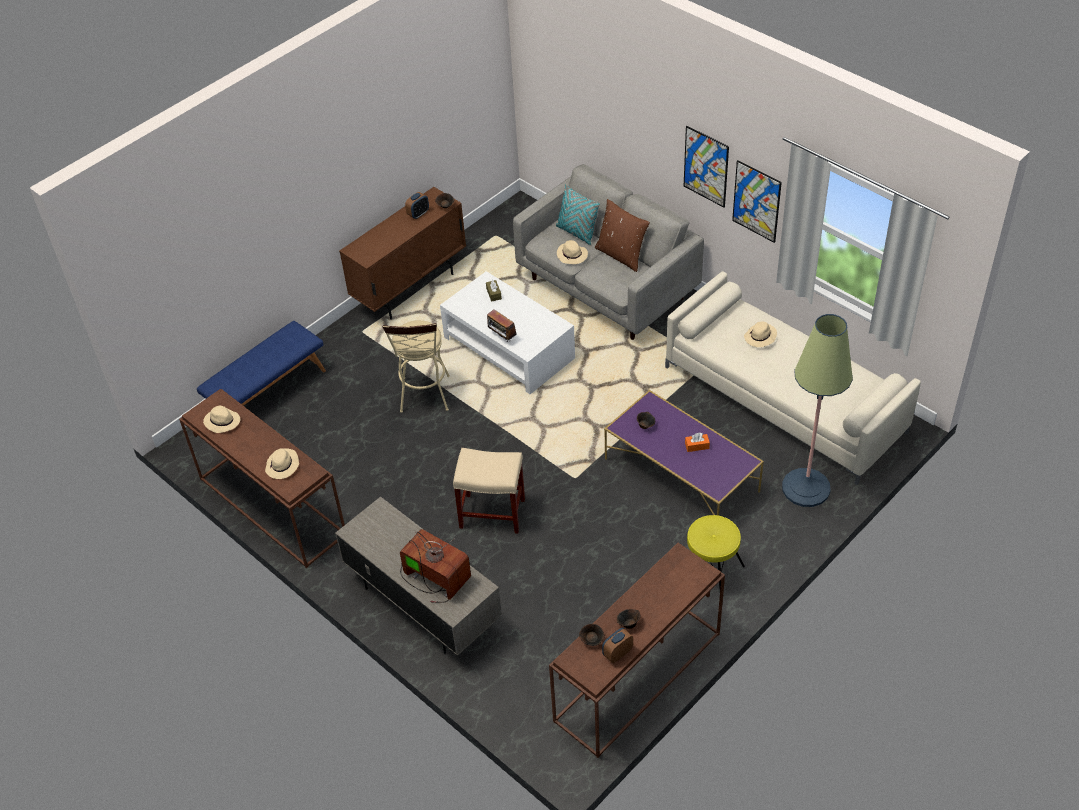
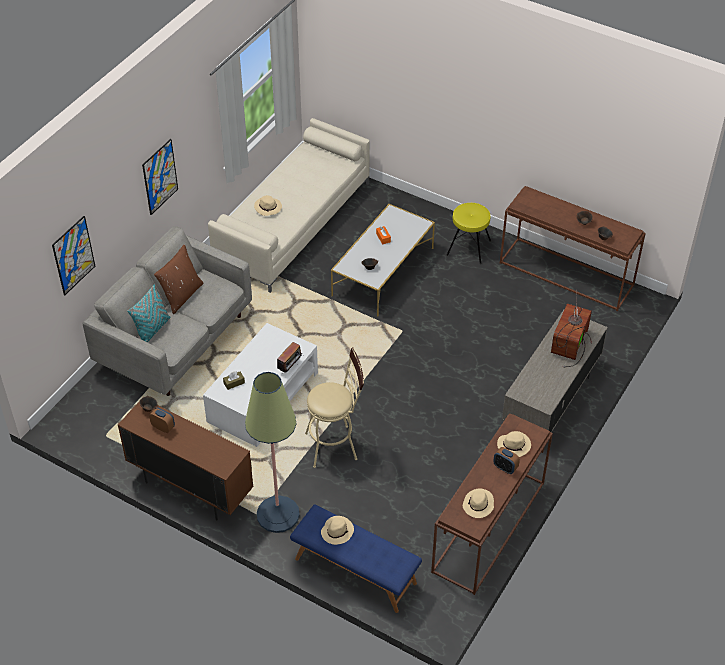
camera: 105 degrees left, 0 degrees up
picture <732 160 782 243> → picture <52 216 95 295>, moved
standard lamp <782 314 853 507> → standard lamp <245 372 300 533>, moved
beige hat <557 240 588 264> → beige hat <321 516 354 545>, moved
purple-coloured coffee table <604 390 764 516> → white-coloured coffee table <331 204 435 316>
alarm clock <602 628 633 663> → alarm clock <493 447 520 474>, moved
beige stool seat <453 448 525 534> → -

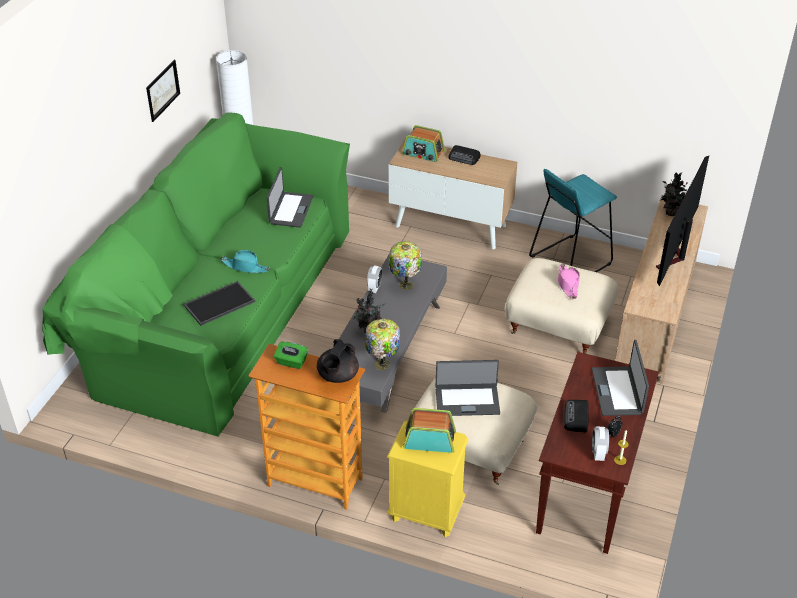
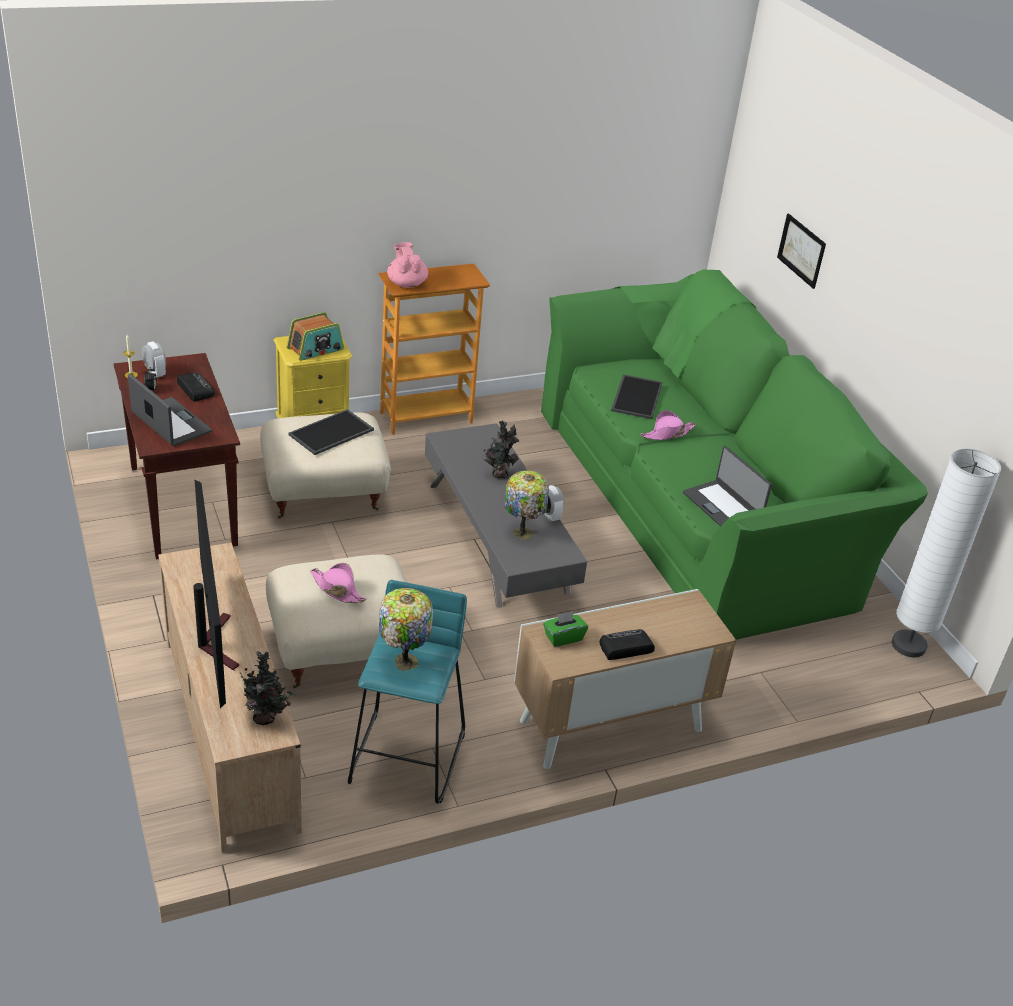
camera: 135 degrees right, 5 degrees down
laptop <436 360 500 416> → tray <288 409 374 455>
table lamp <365 319 400 370> → table lamp <379 588 433 671>, moved
black teapot <317 339 359 383> → pink teapot <387 242 428 288>
green-coloured tissue holder <274 341 308 369> → green-coloured tissue holder <543 611 588 647>, moved
turquoise-coloured hat <221 250 270 273> → pink hat <641 410 696 440>
picture <146 60 180 122> → picture <777 214 826 289>, moved
radio set <402 125 445 162> → -

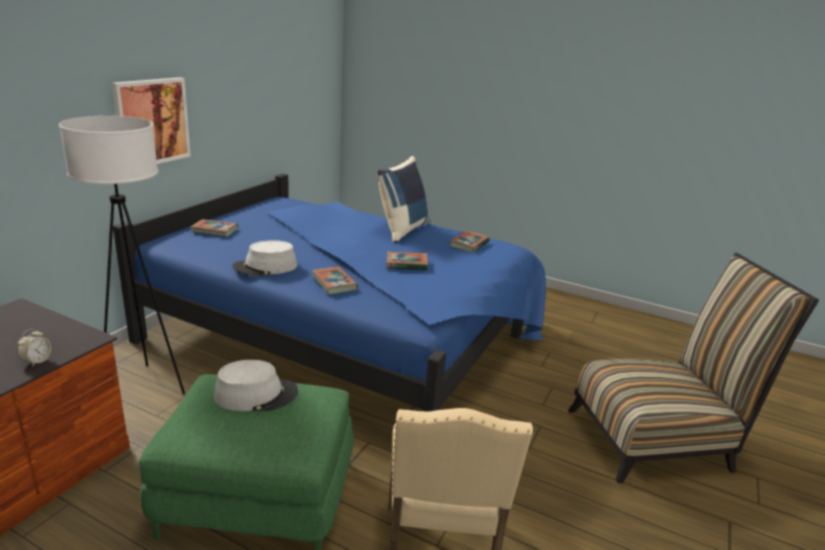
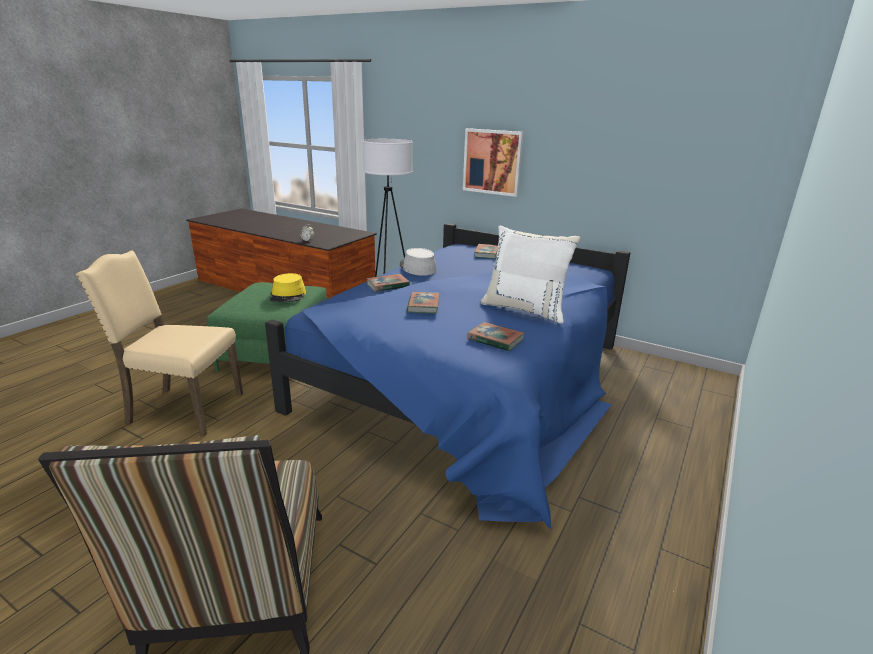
camera: 95 degrees right, 0 degrees up
greyish hat <214 360 298 411> → yellow-coloured hat <269 273 306 302>
blue pillow <377 156 431 243> → white-coloured pillow <480 226 580 324>

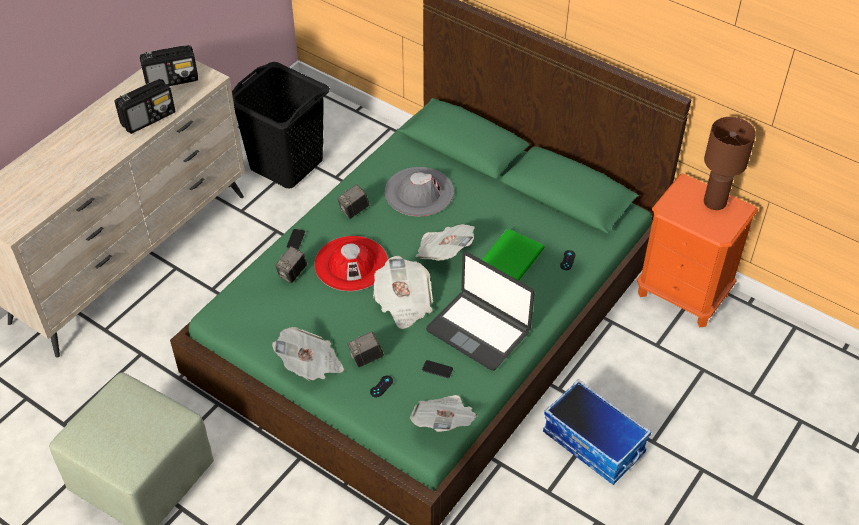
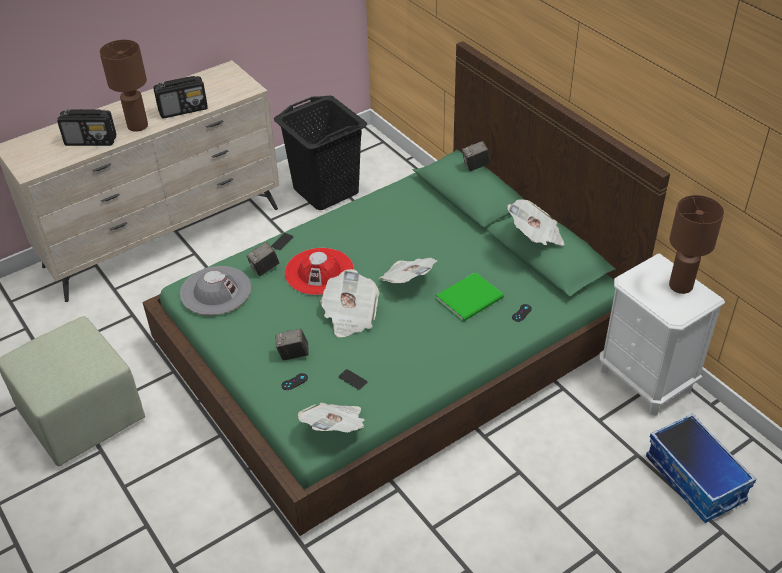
camera: 20 degrees right, 5 degrees down
radio set <140 45 198 86> → radio set <57 109 116 146>, moved
- → brownish table lamp <100 40 148 132>
greyish hat <385 167 454 216> → greyish hat <180 266 251 315>, moved
photo camera <337 184 369 219> → photo camera <462 141 490 171>, moved
newspaper <272 327 344 381> → newspaper <507 200 564 246>, moved
orangey night table <637 173 758 327> → white-coloured night table <599 253 725 415>
storage bin <543 379 651 485> → storage bin <646 413 757 523>, moved
laptop <426 252 535 371> → -

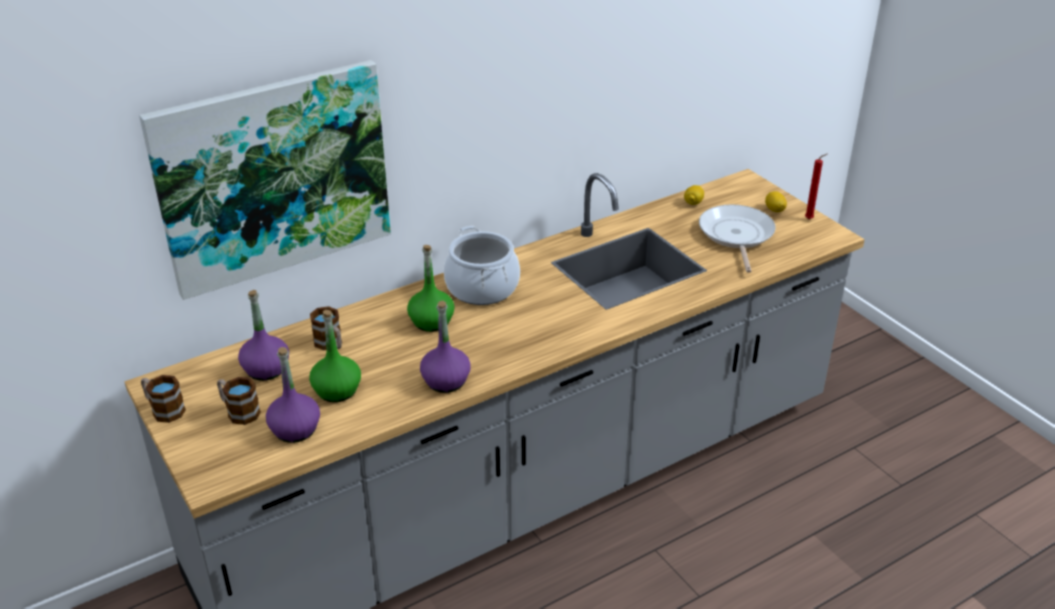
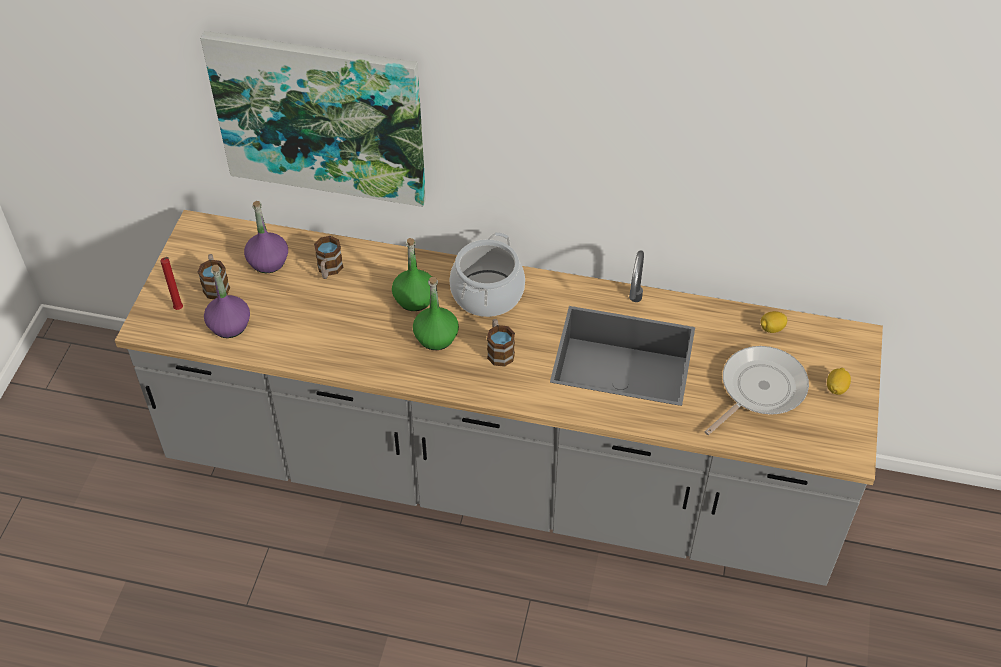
camera: 45 degrees right, 15 degrees up
reddish candle <805 154 827 219> → reddish candle <160 257 183 310>, moved
green-coloured bottle <309 310 361 402> → green-coloured bottle <413 277 459 350>, moved
mug <141 375 186 423> → mug <487 319 515 367>, moved
purple-coloured bottle <420 301 471 393> → -

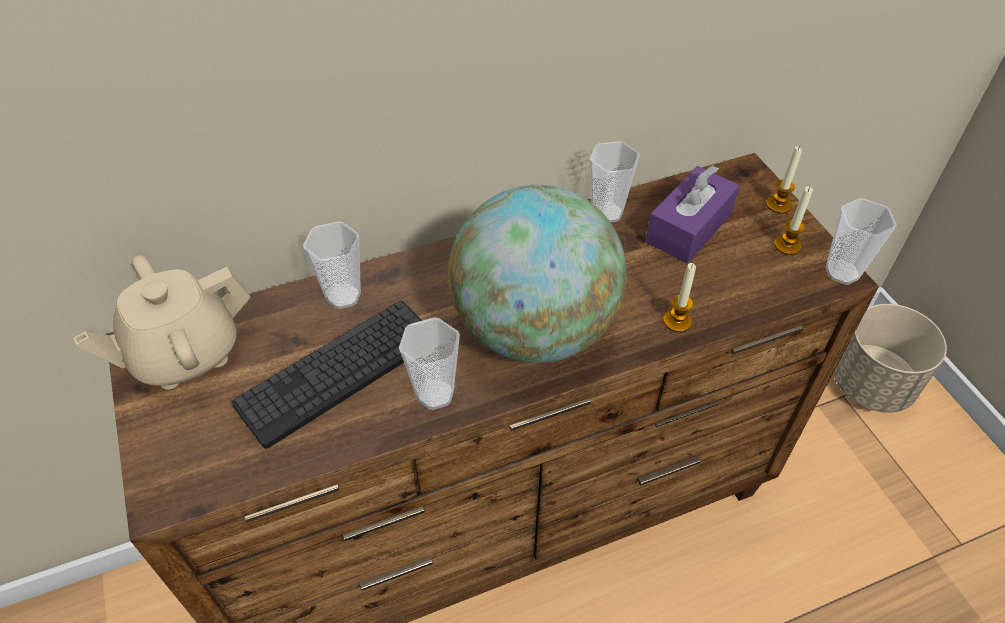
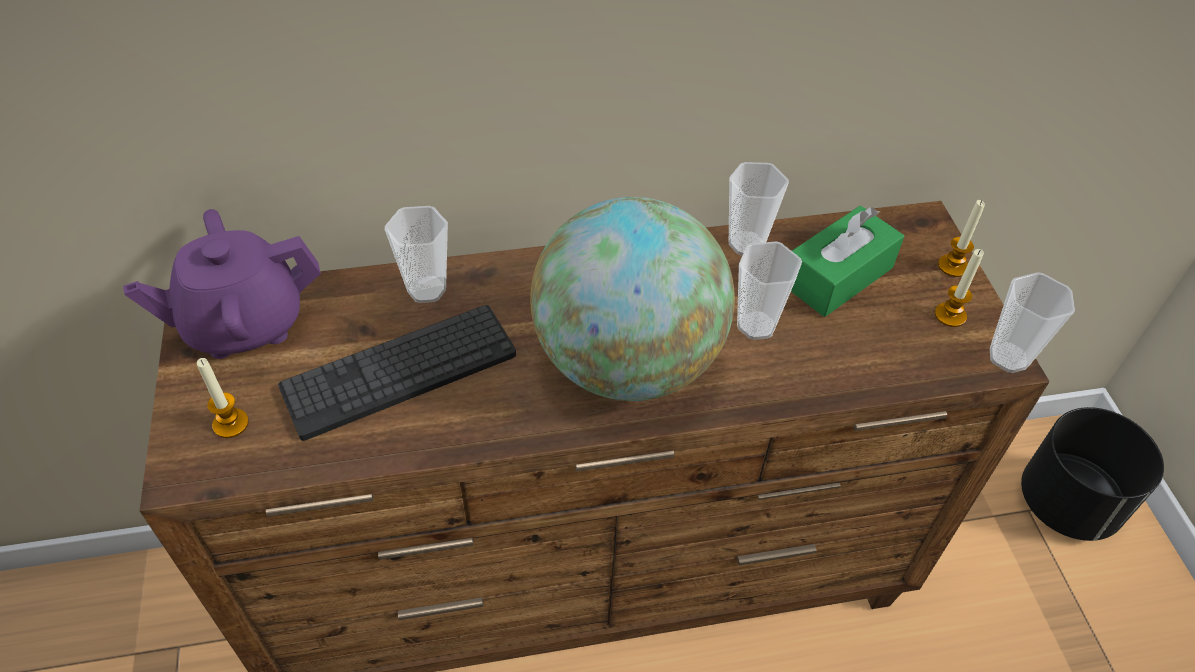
camera: 10 degrees right, 0 degrees up
beige teapot <73 255 251 390> → purple-coloured teapot <123 209 321 359>
candle <663 263 696 332> → candle <197 358 249 438>, moved
small cup <399 318 460 410> → small cup <737 241 802 340>, moved
purple-coloured tissue holder <646 165 740 264> → green-coloured tissue holder <791 206 904 317>
beige flower pot <834 304 947 413> → black flower pot <1021 407 1164 541>

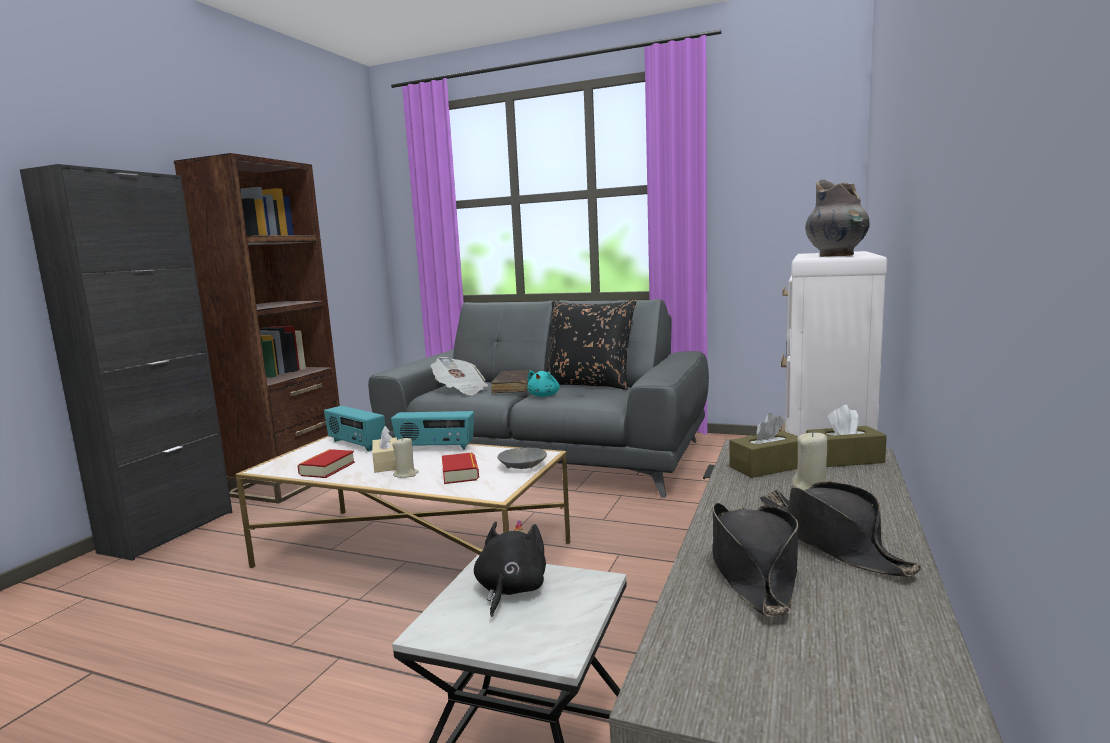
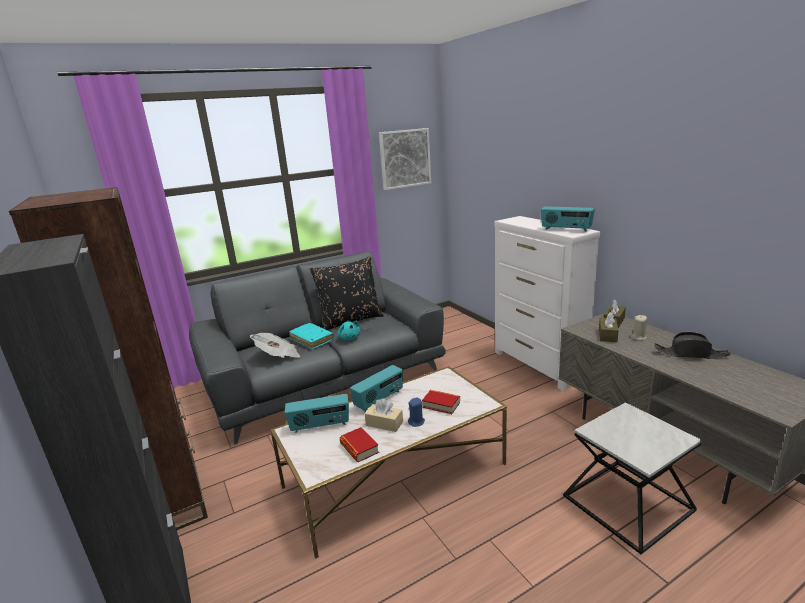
camera: 50 degrees left, 10 degrees up
brownish book <491 370 535 393> → turquoise-coloured book <289 323 334 349>
- → picture <379 128 431 190>
beige candle <392 437 419 478> → blue candle <408 398 425 427>
greyish vase <805 179 869 257> → radio set <541 206 595 232>
black plush toy <474 520 546 617> → -
greyish deep dish <497 448 547 469> → -
black hat <713 503 798 617> → -

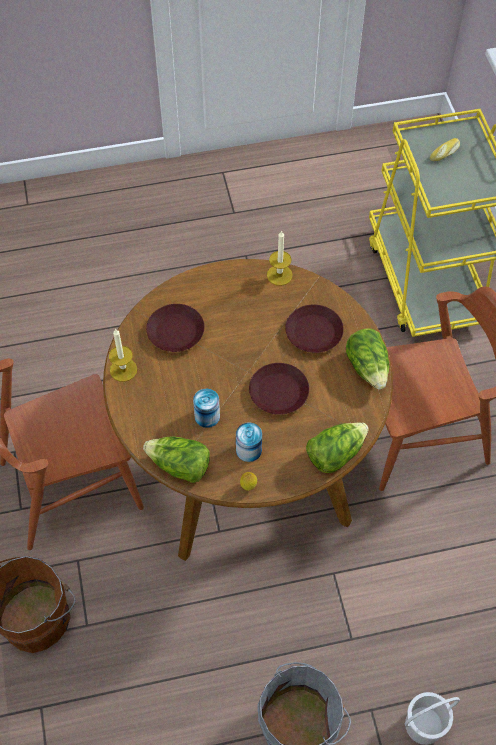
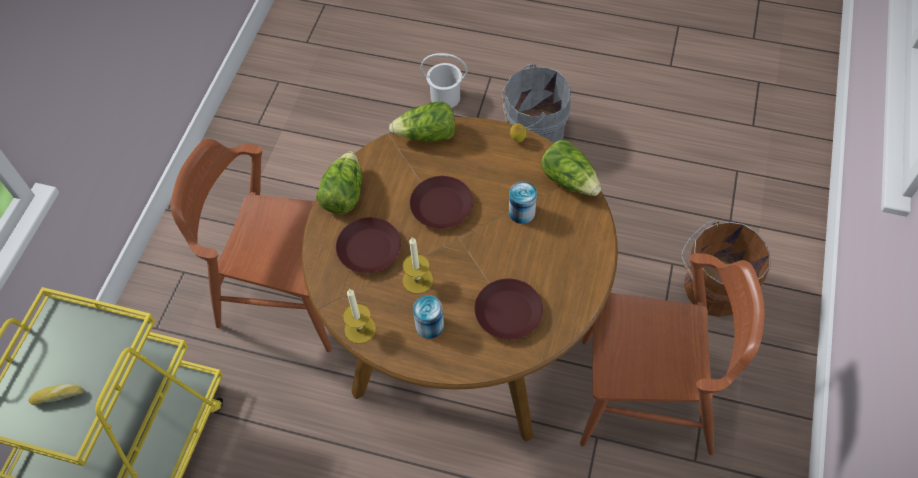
camera: 150 degrees left, 0 degrees up
candle <109 329 137 382> → candle <403 237 433 294>, moved
sealed can <236 422 262 462> → sealed can <413 295 444 339>, moved

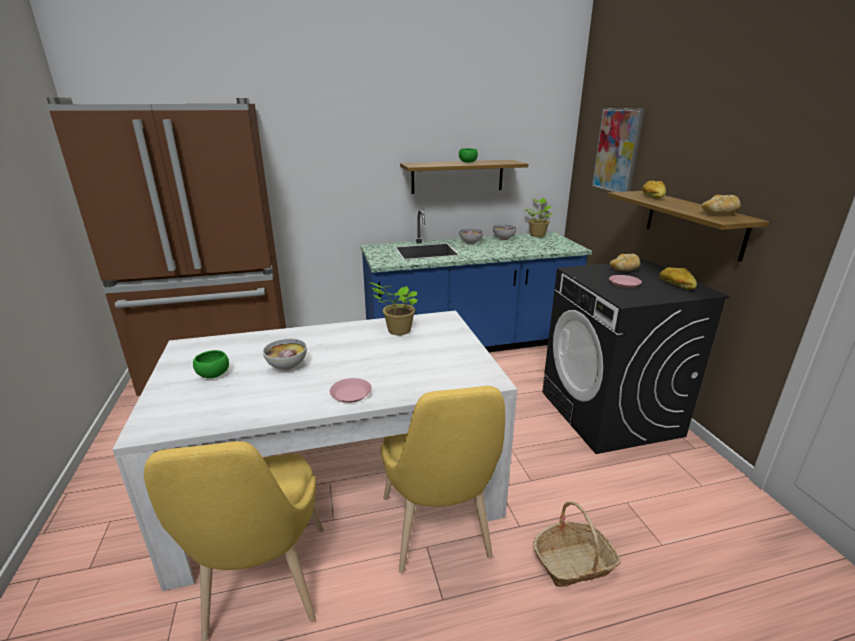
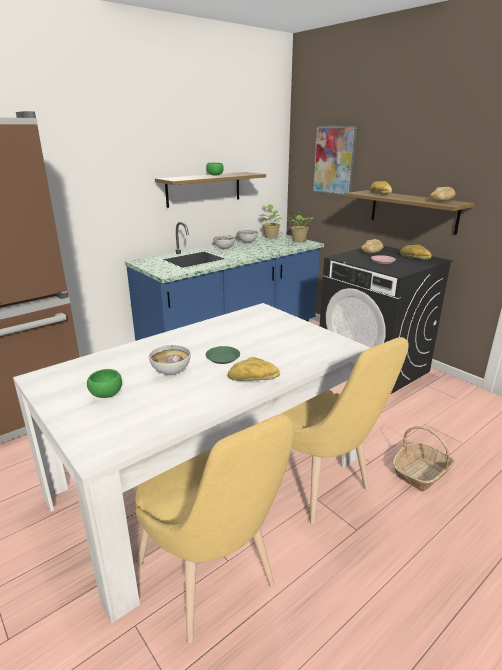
camera: 25 degrees left, 0 degrees up
- → green-coloured dinner plate <206 346 240 364>
pink dinner plate <330 378 372 403> → bread <228 357 280 381>
plant in a pot <369 282 418 335> → plant in a pot <288 211 313 242>, moved

